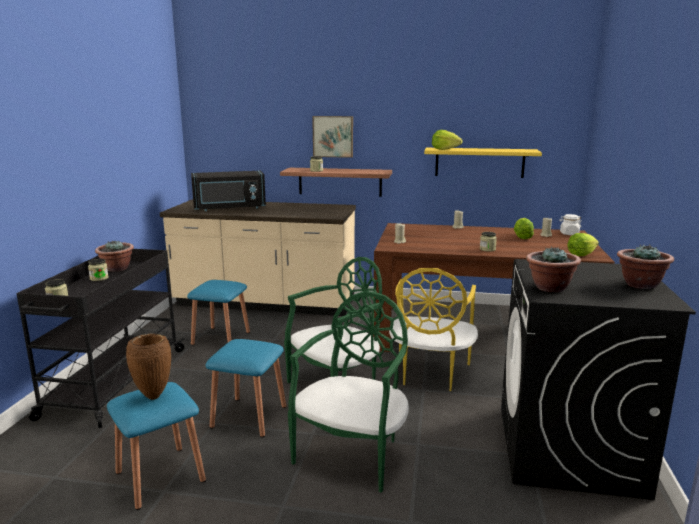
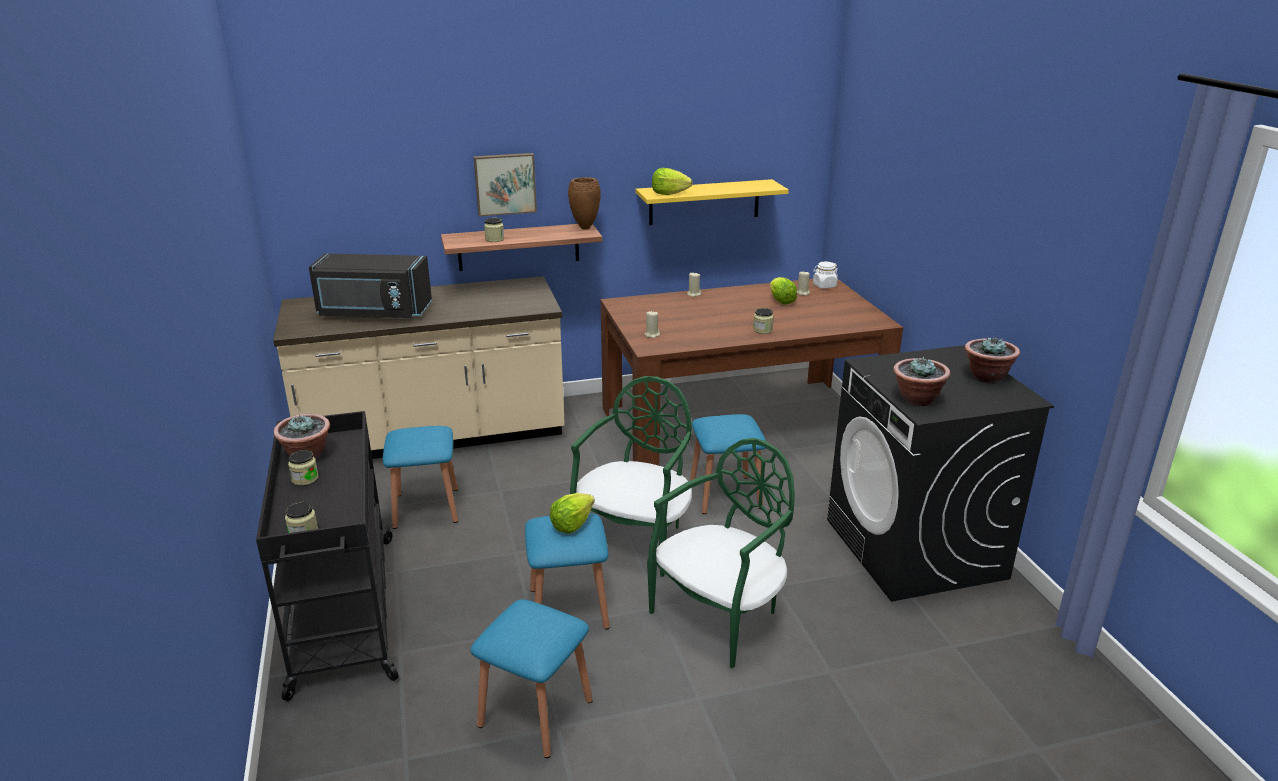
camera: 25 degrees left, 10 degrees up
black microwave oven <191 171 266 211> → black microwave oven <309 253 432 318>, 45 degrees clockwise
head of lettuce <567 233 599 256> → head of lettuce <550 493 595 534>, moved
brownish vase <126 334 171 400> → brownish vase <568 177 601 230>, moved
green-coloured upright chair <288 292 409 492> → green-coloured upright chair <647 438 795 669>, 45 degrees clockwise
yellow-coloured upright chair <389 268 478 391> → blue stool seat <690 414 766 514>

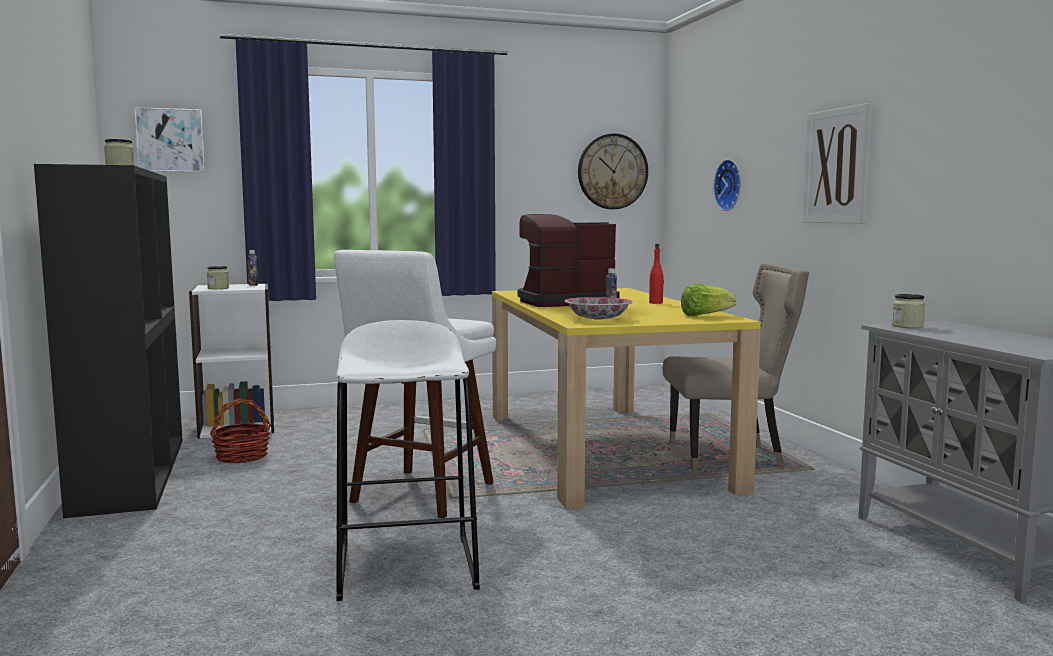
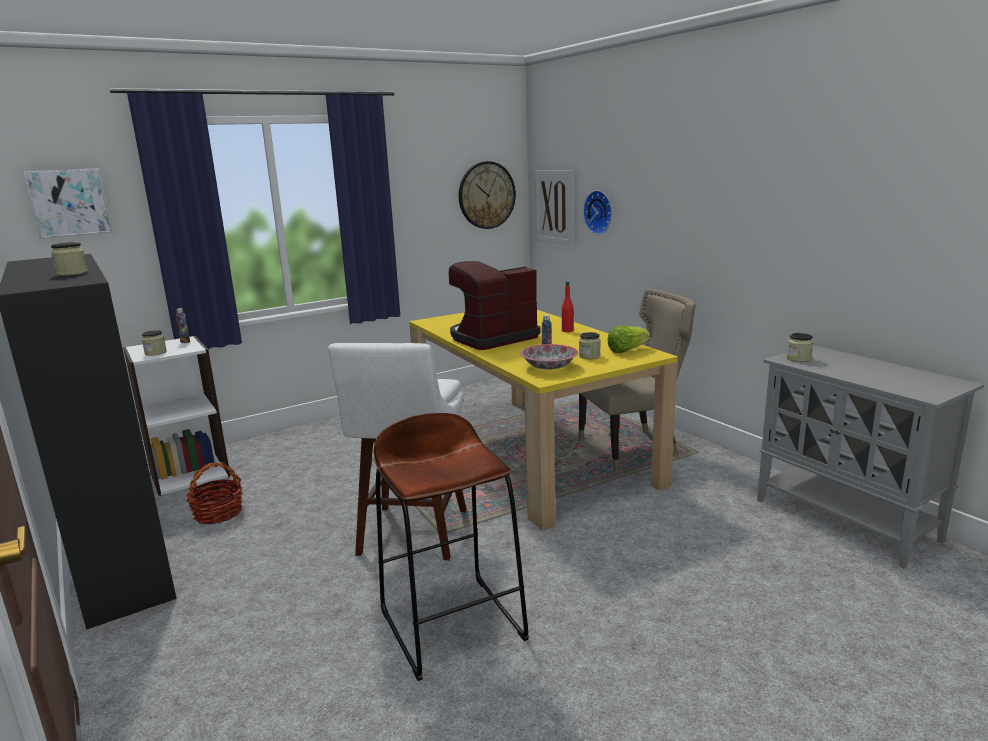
camera: 15 degrees left, 10 degrees up
white-coloured stool seat <336 320 480 601> → brownish stool seat <374 413 529 681>
picture <803 103 873 224> → picture <535 170 574 245>, moved
- → jar <579 332 601 359>

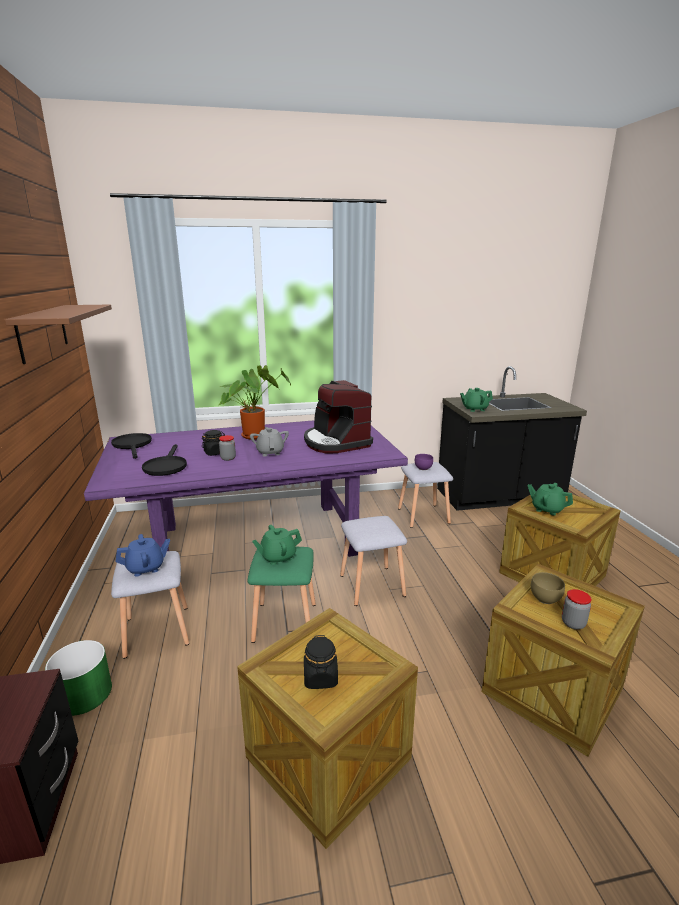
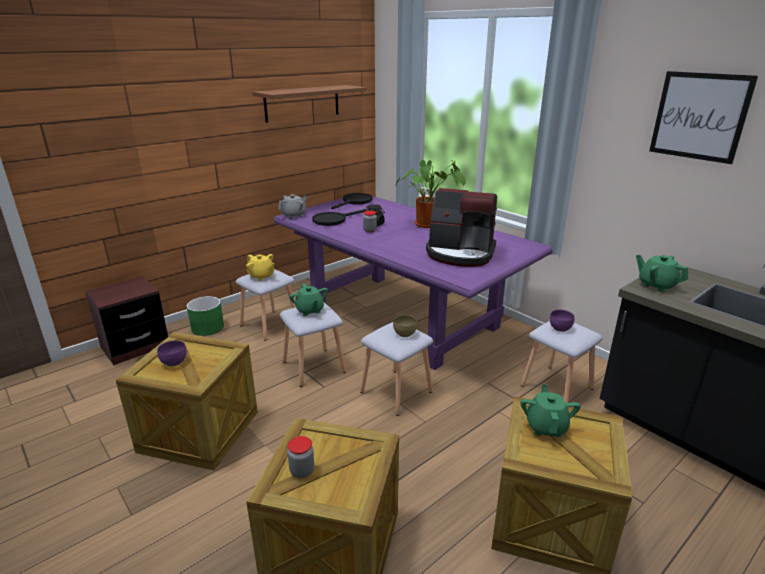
camera: 60 degrees right, 5 degrees up
black jar <304 635 338 689> → purple-coloured deep dish <157 340 187 367>
blue teapot <116 534 170 577> → yellow-coloured teapot <246 254 274 281>
greyish teapot <250 427 289 457> → greyish teapot <278 194 307 219>, moved
green-coloured stool seat <247 547 316 643> → greyish stool seat <280 303 346 387>
green-coloured teapot <252 525 302 565> → green-coloured teapot <289 284 328 316>, 150 degrees counterclockwise
brownish deep dish <531 572 565 604> → brownish deep dish <393 315 417 337>, moved
coffee brewer <304 380 373 453> → coffee brewer <426 188 497 267>, 105 degrees counterclockwise
- → picture <649 71 758 164>

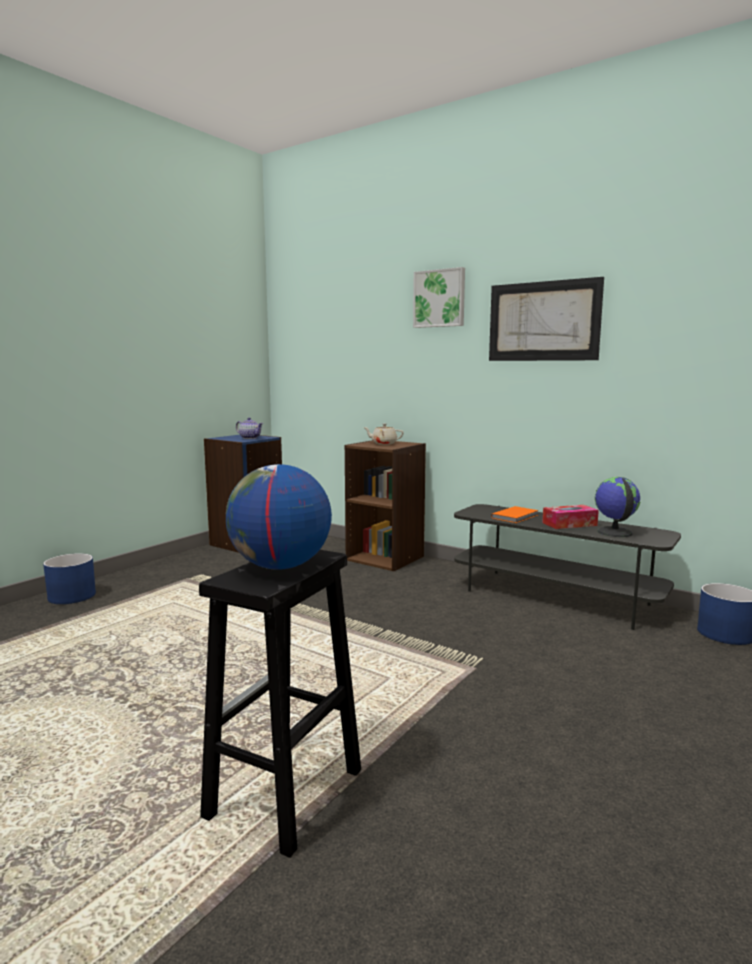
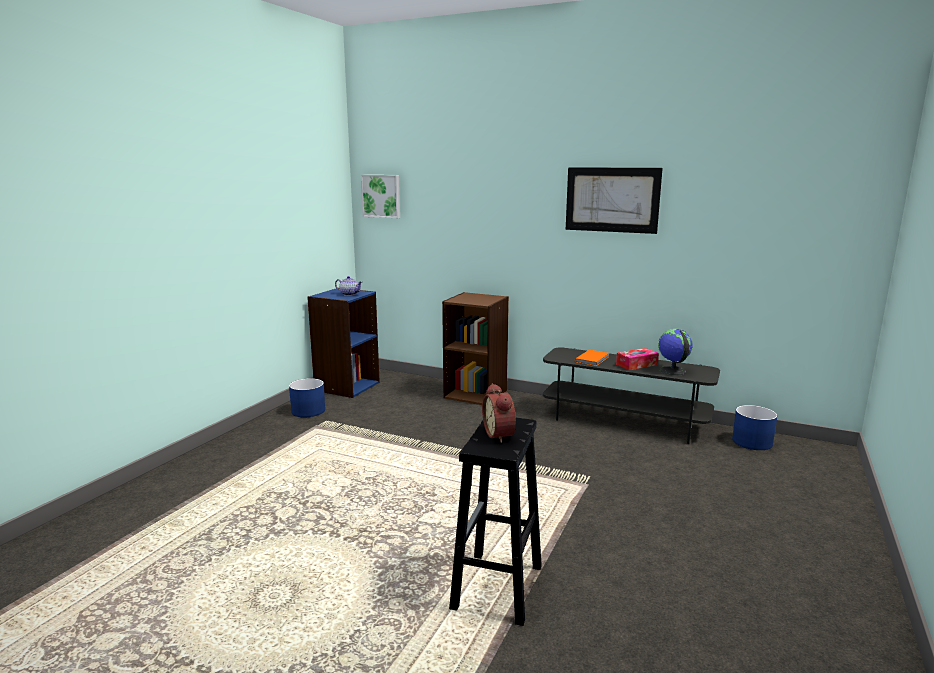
camera: 10 degrees left, 5 degrees up
blue flower pot <43 553 96 604> → blue flower pot <289 378 325 417>, moved
picture <413 267 465 328> → picture <361 175 400 218>, moved
desk globe <226 464 332 570> → alarm clock <482 383 516 443>
beige teapot <363 423 404 445> → -

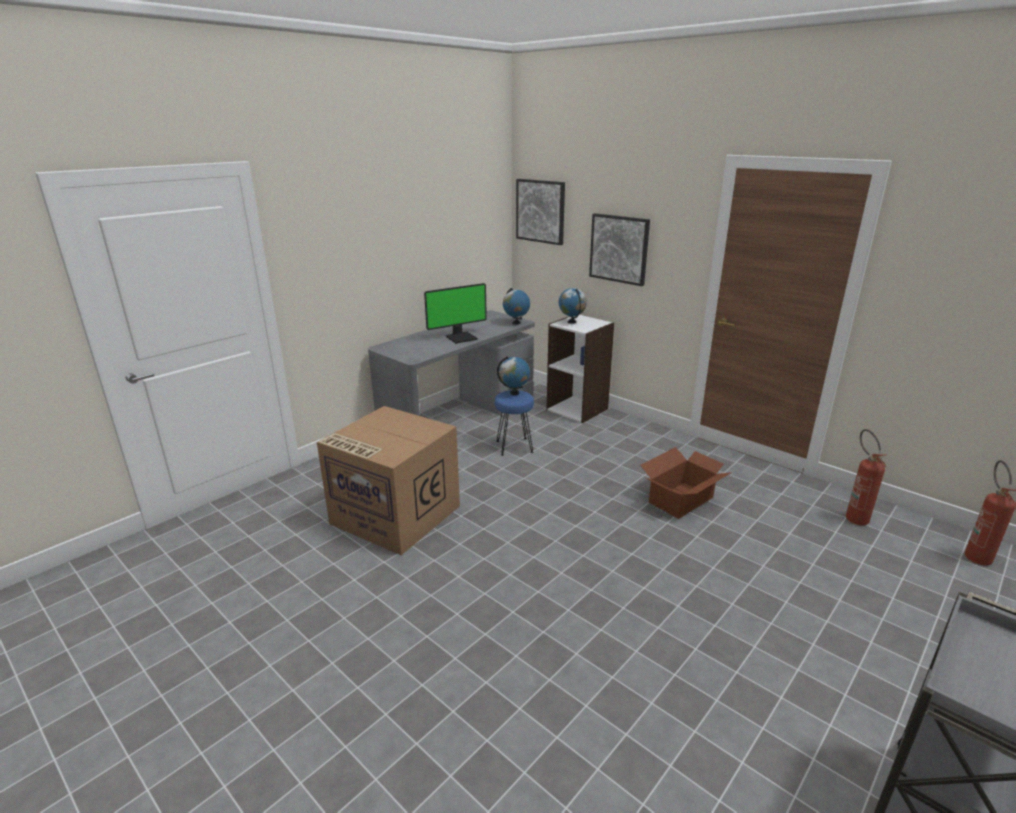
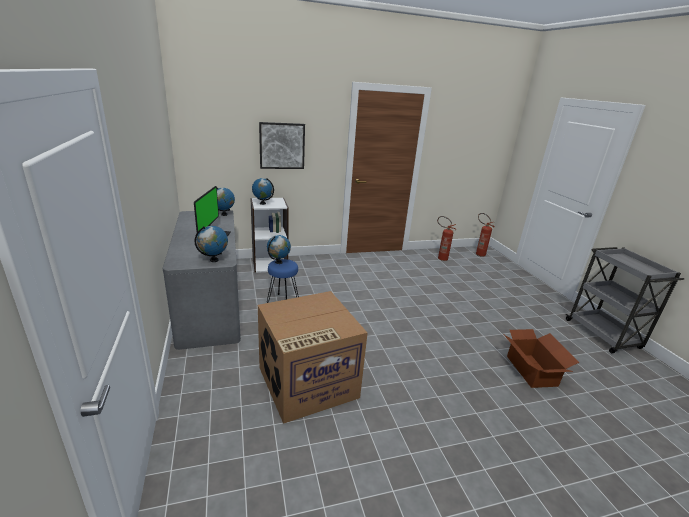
camera: 60 degrees left, 0 degrees up
- → desk globe <194 226 228 262>
cardboard box <640 447 732 519> → cardboard box <504 329 580 388>, moved
picture <516 179 565 245> → -

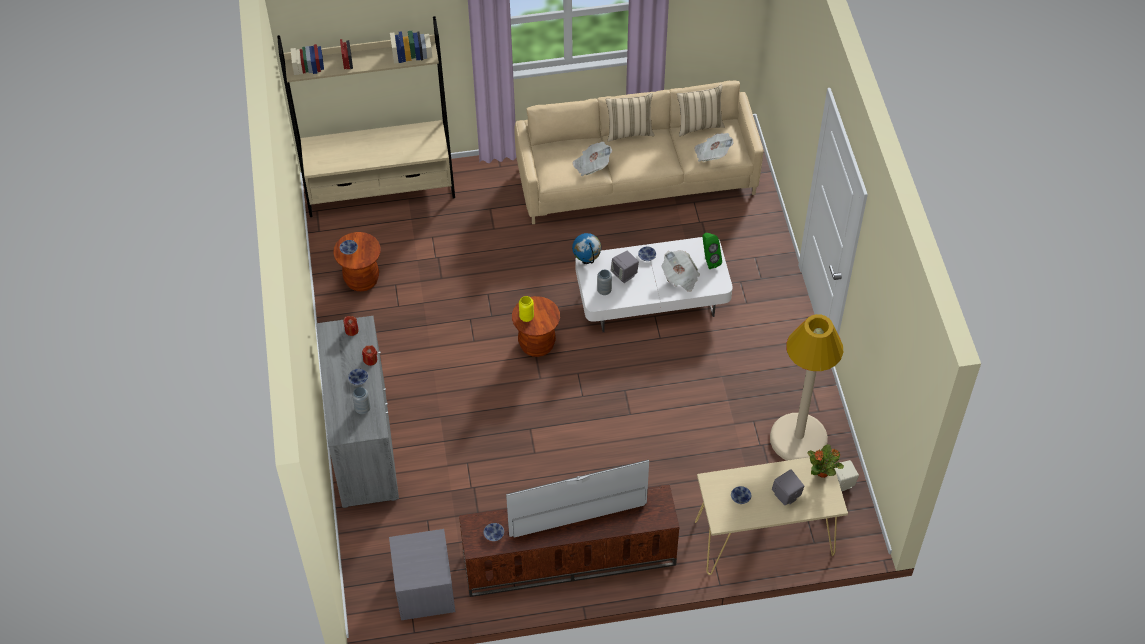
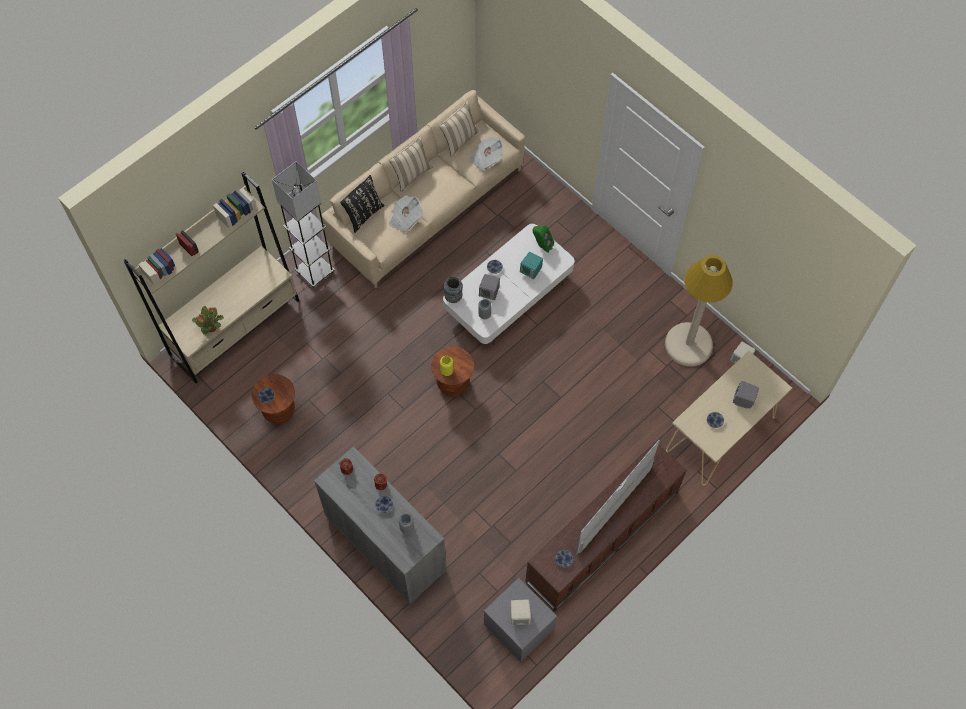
camera: 35 degrees left, 10 degrees up
plant in a pot <807 444 844 478> → plant in a pot <192 306 224 335>, moved
- → greyish standard lamp <272 161 335 288>
- → black pillow <340 175 385 233>
desk globe <572 233 601 264> → vase <443 276 463 303>
- → beige speaker <510 599 531 625>
newspaper <662 250 700 292> → turquoise-coloured speaker <520 252 543 279>

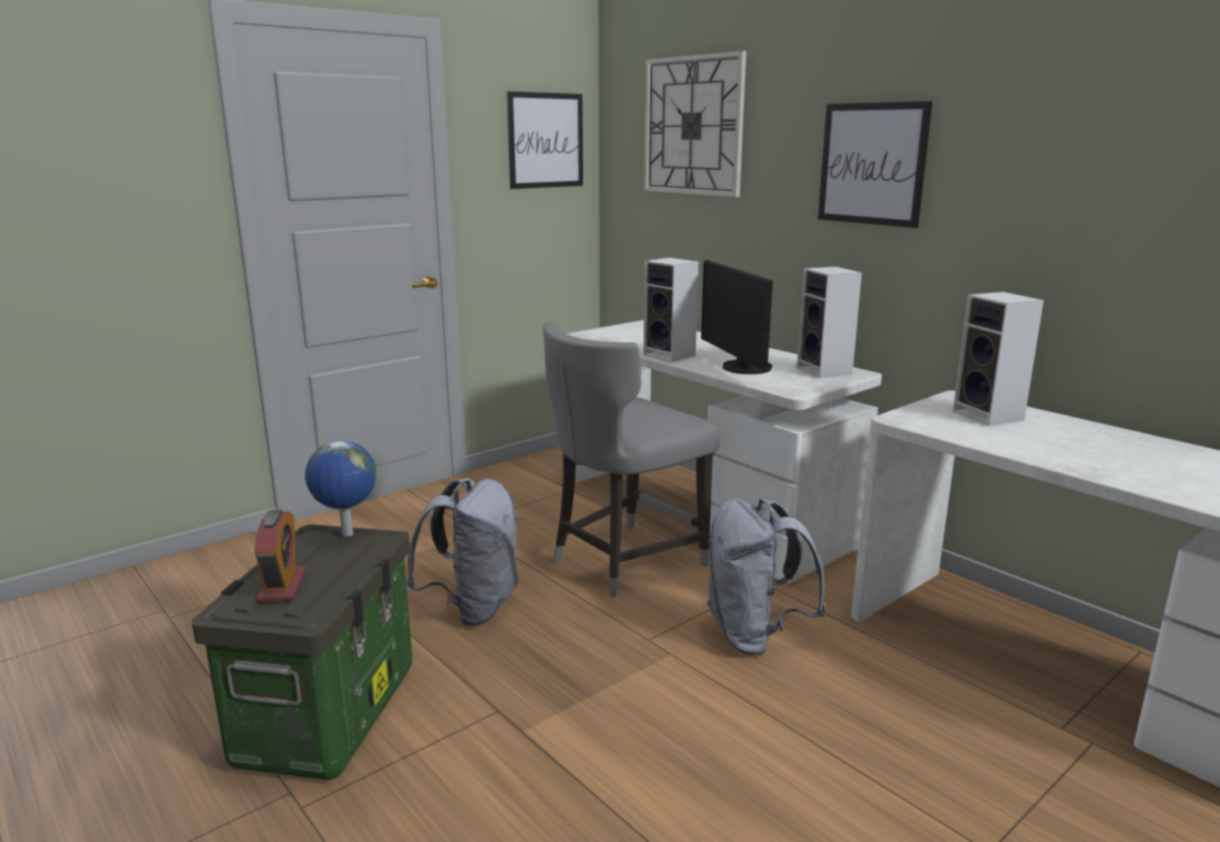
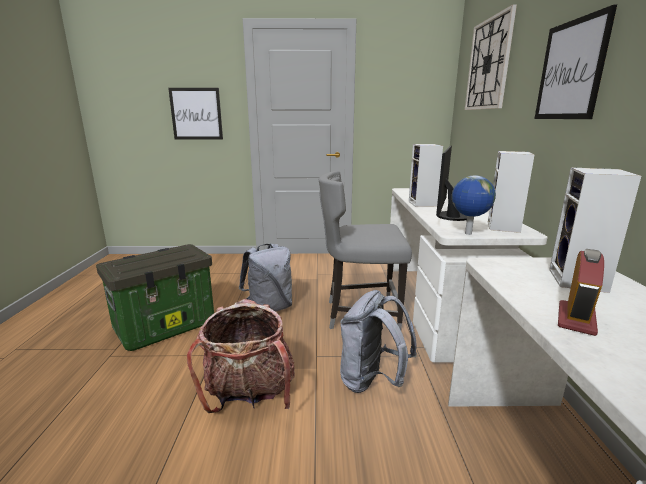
camera: 40 degrees right, 0 degrees up
picture <507 91 583 189> → picture <168 88 223 139>, moved
- → knapsack <187 299 295 413>
desk globe <305 440 376 537> → desk globe <452 175 496 235>, moved
alarm clock <255 509 306 603> → alarm clock <558 249 604 336>, moved

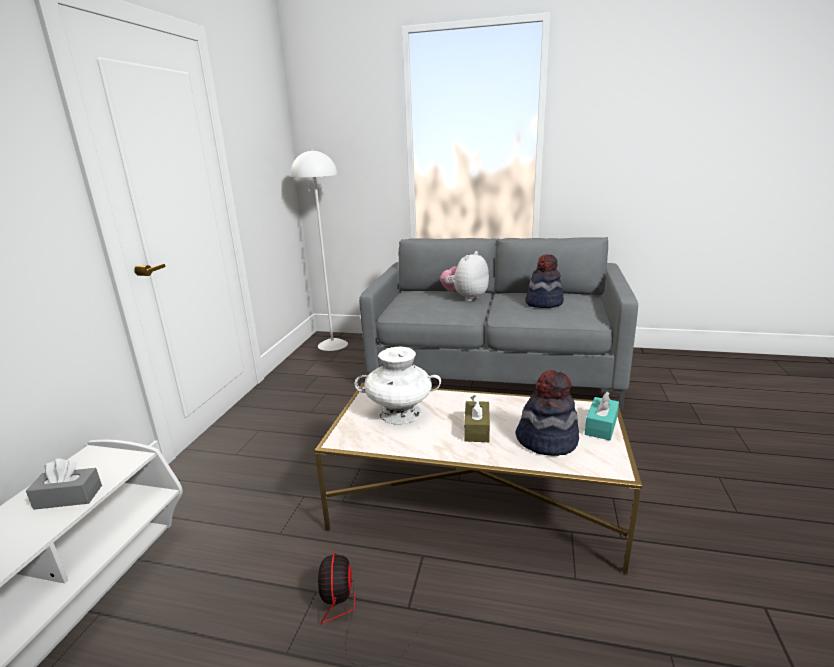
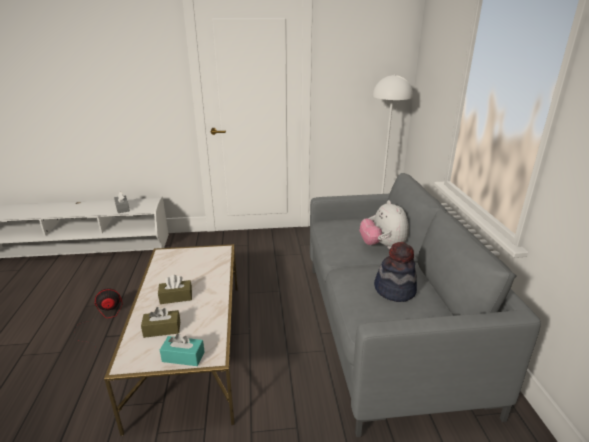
camera: 70 degrees right, 5 degrees up
hat <515 370 579 456> → brownish tissue holder <141 307 180 338>
plush toy <440 251 489 301> → plush toy <360 200 409 249>, 120 degrees counterclockwise
white-coloured vase <355 347 441 424> → -

